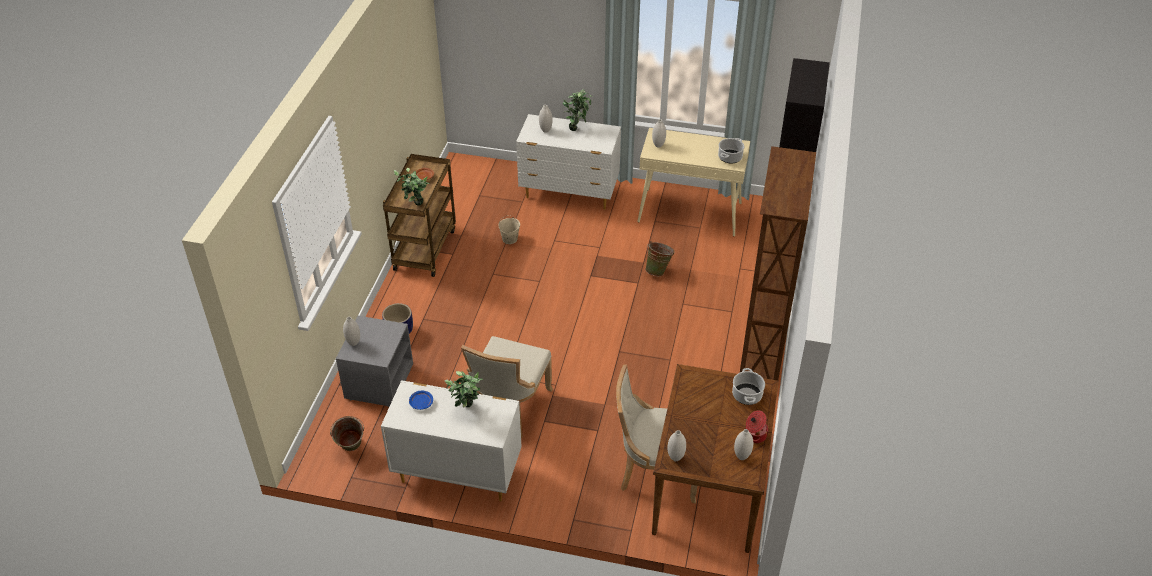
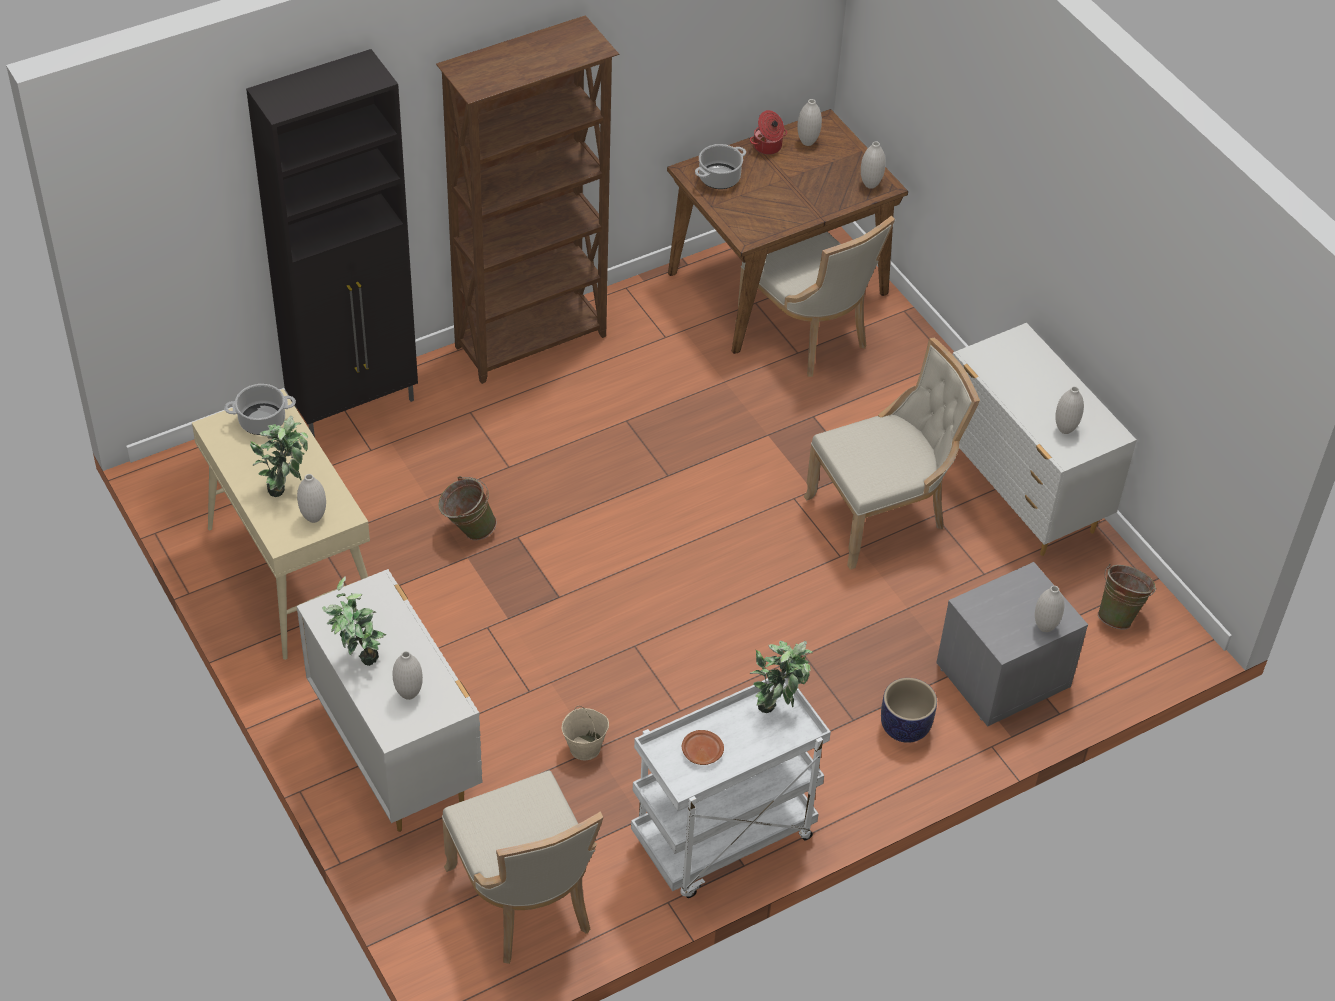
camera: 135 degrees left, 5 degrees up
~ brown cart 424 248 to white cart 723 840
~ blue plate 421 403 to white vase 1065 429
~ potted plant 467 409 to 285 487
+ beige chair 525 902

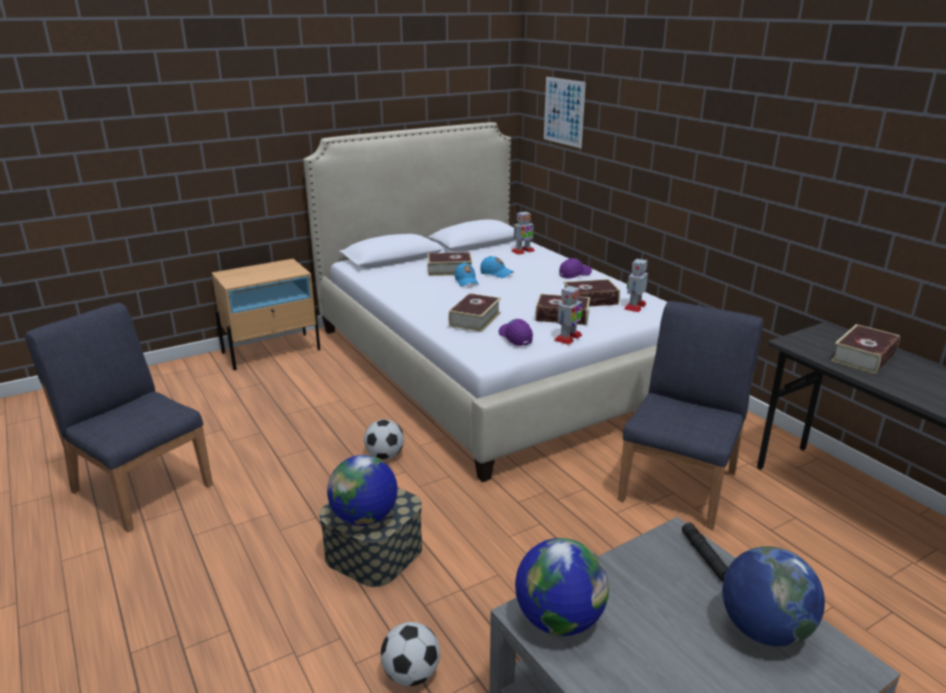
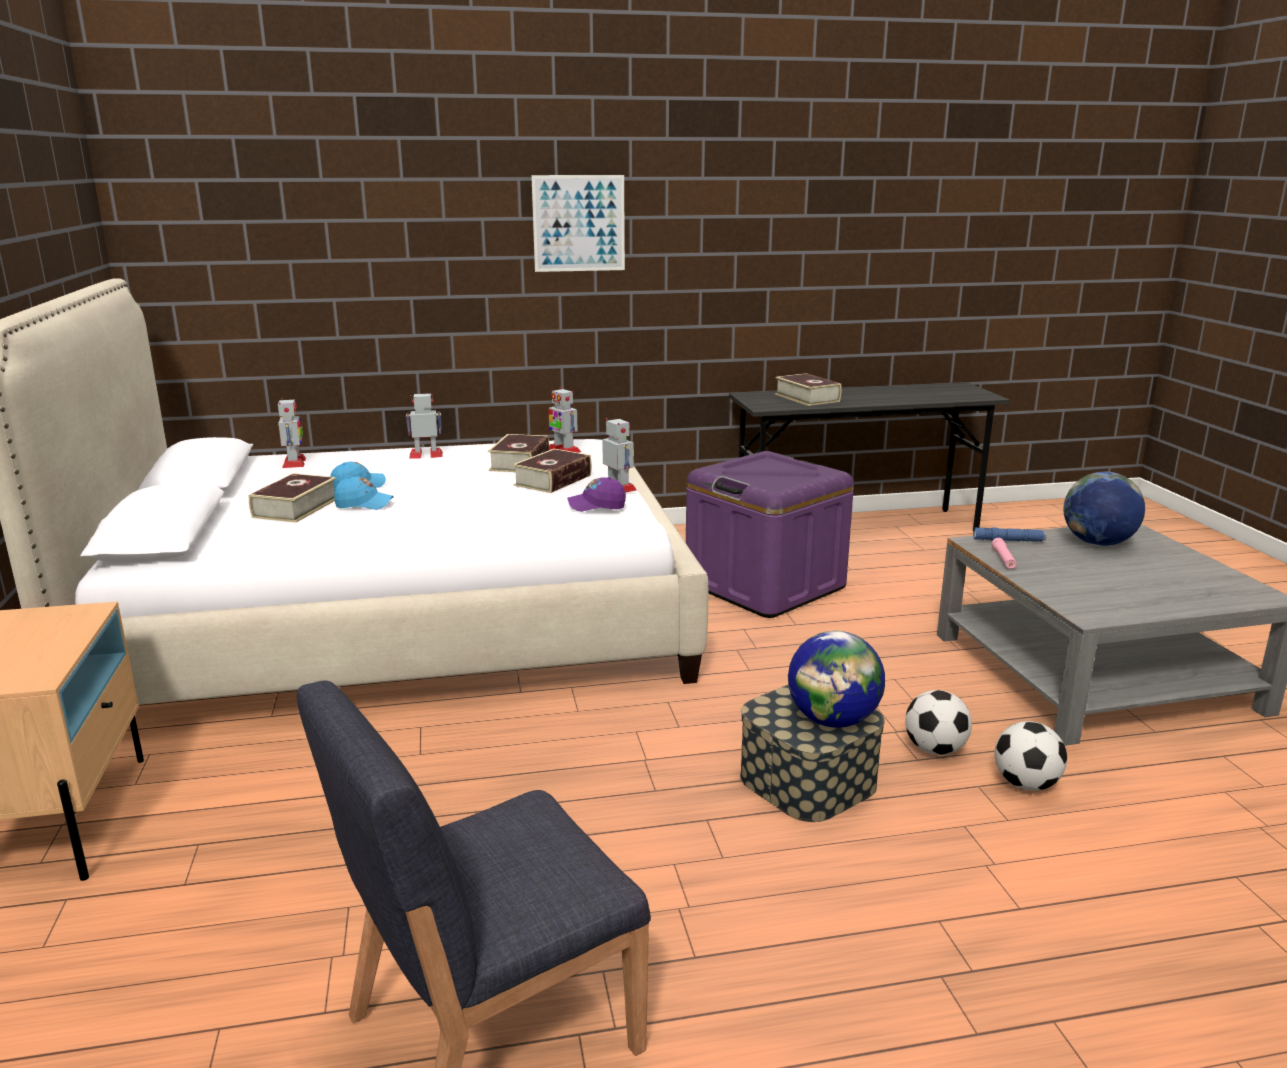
camera: 70 degrees left, 5 degrees down
~ football 385 456 to 935 749
- book 475 319
- globe 559 620
~ picture 563 111 to 579 223
~ purple cap 574 274 to toy robot 426 455
~ blue chair 679 485 to purple storage box 765 585
~ black flashlight 705 557 to blue flashlight 1008 540
+ pink flashlight 1003 559

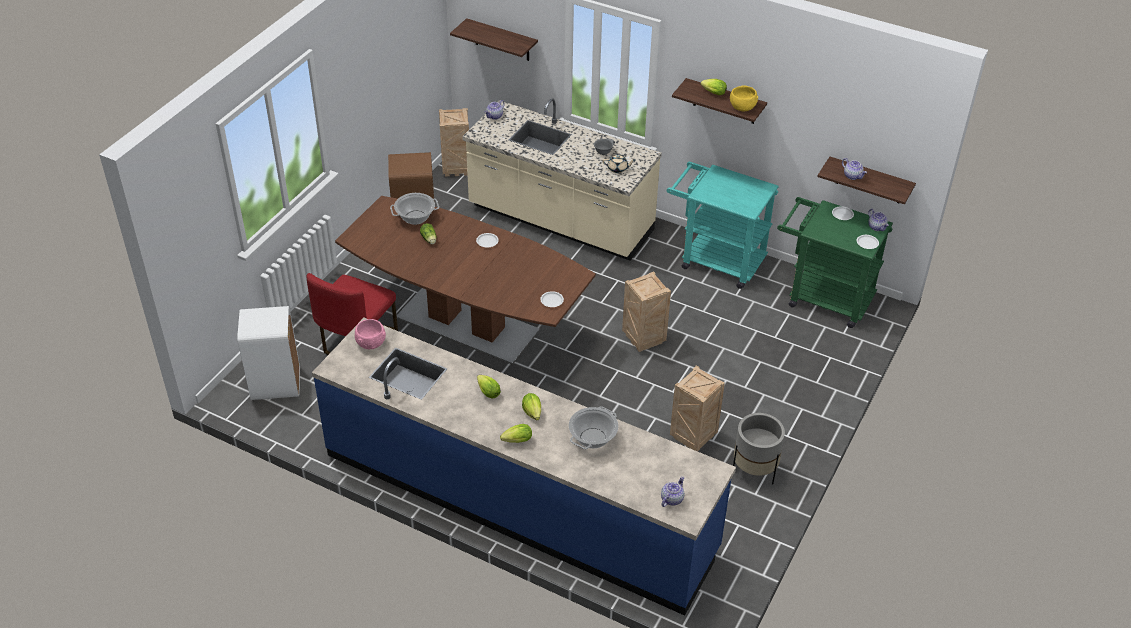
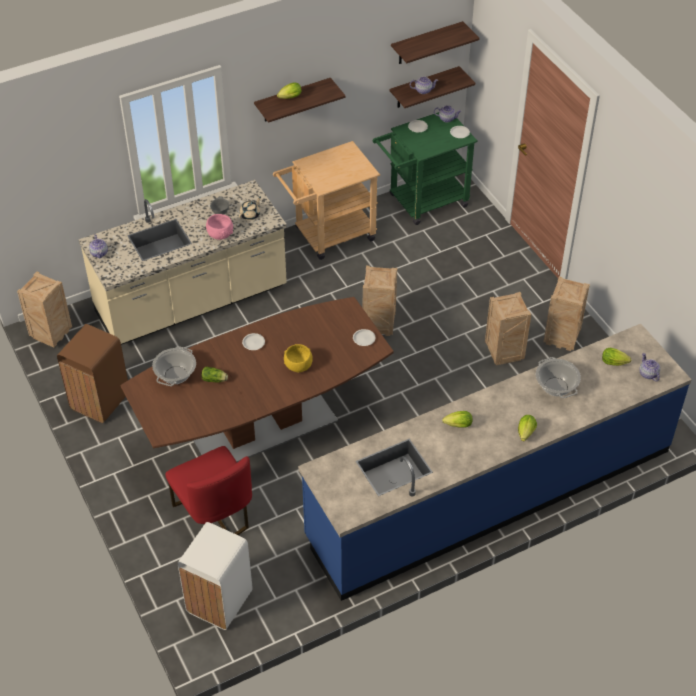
camera: 55 degrees left, 5 degrees up
~ pink bowl 371 342 to 220 234
~ shelf 502 40 to 426 43
~ lettuce 533 414 to 615 363
~ turquoise cart 715 260 to beige cart 328 236
~ yellow bowl 742 107 to 298 366
~ grey planter 754 470 to crate 562 338

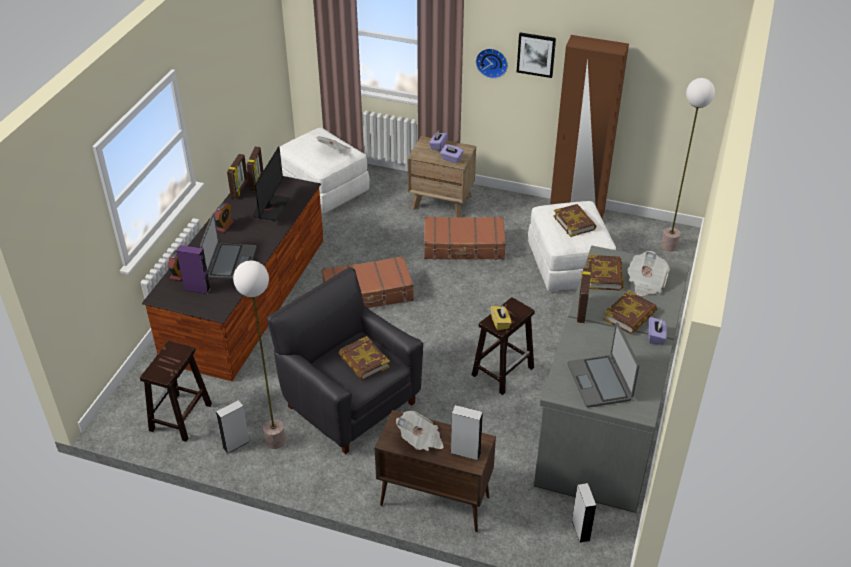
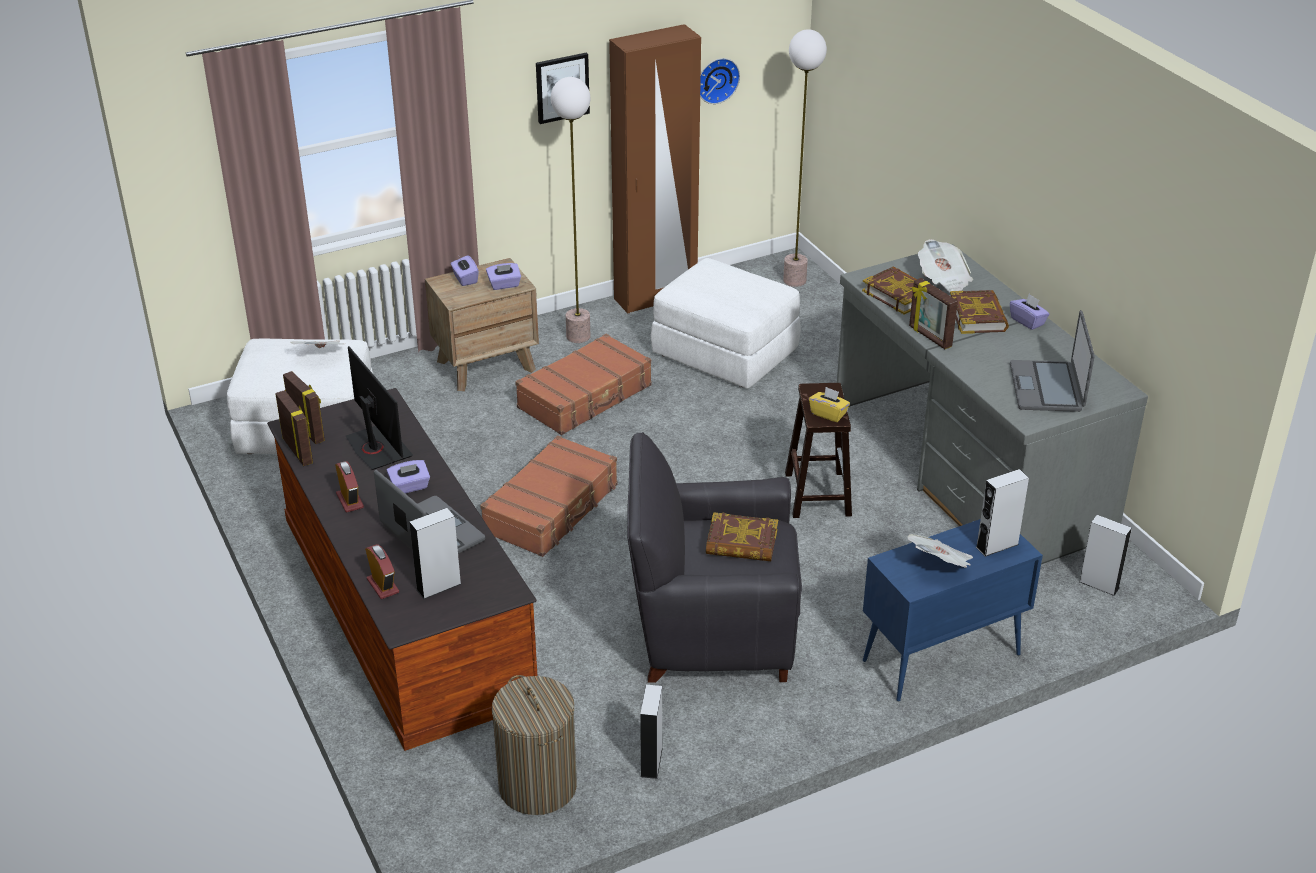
camera: 45 degrees left, 5 degrees down
~ brown stool 180 418 to laundry basket 538 786
~ purple speaker 197 289 to grey speaker 439 586
~ floor lamp 275 441 to 578 336
~ brown cabinet 433 501 to blue cabinet 940 658
~ wall clock 492 62 to 716 79
- book 574 223
~ laptop 600 382 = 1047 387 60 degrees clockwise
+ purple tissue box 410 487

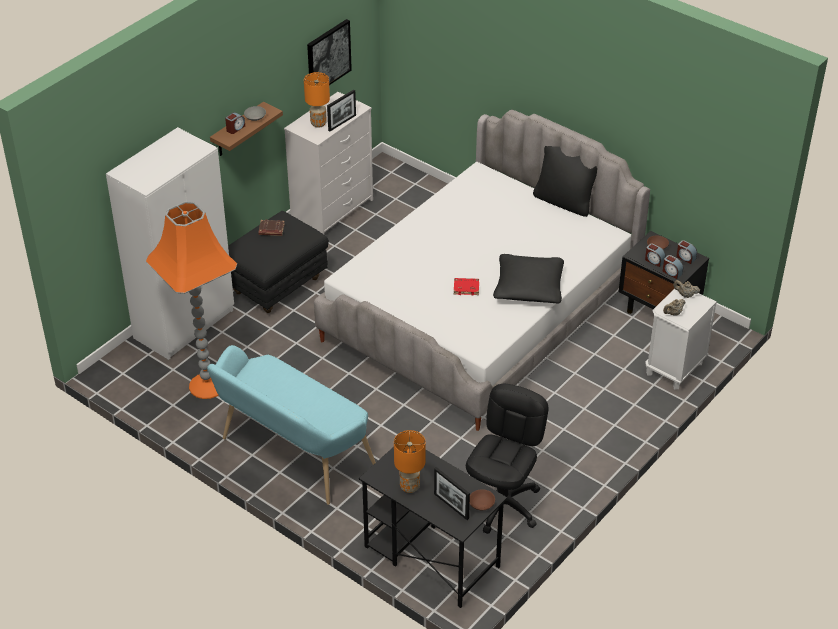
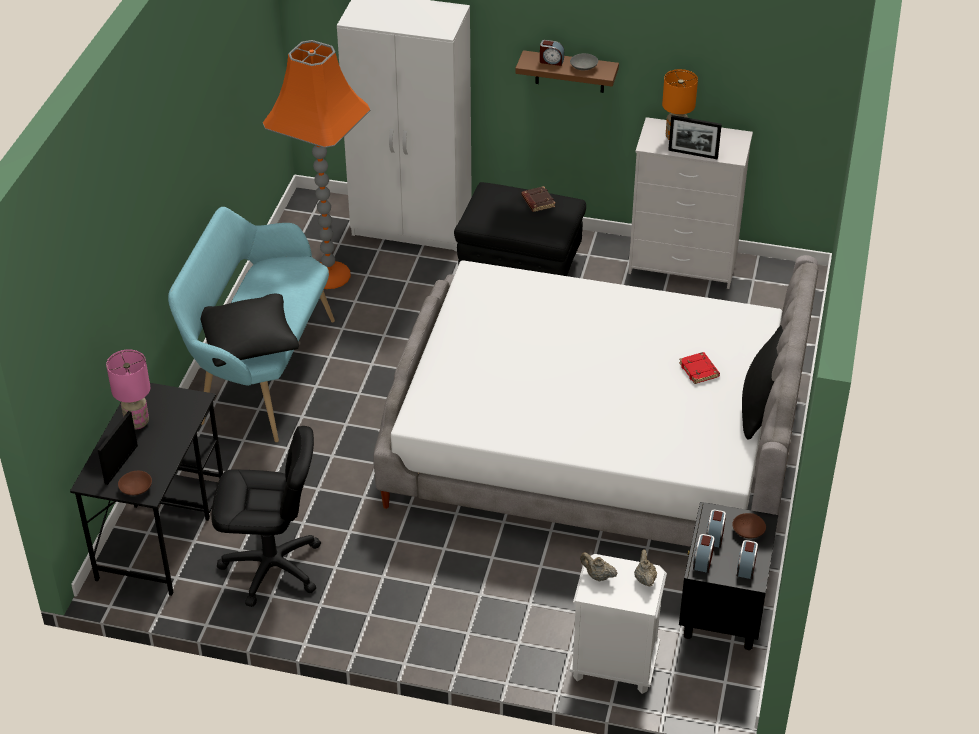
camera: 65 degrees right, 0 degrees up
- picture 328 56
~ orange table lamp 409 486 to pink table lamp 137 422
~ red book 466 288 to 699 370
~ black pillow 529 287 to 250 341

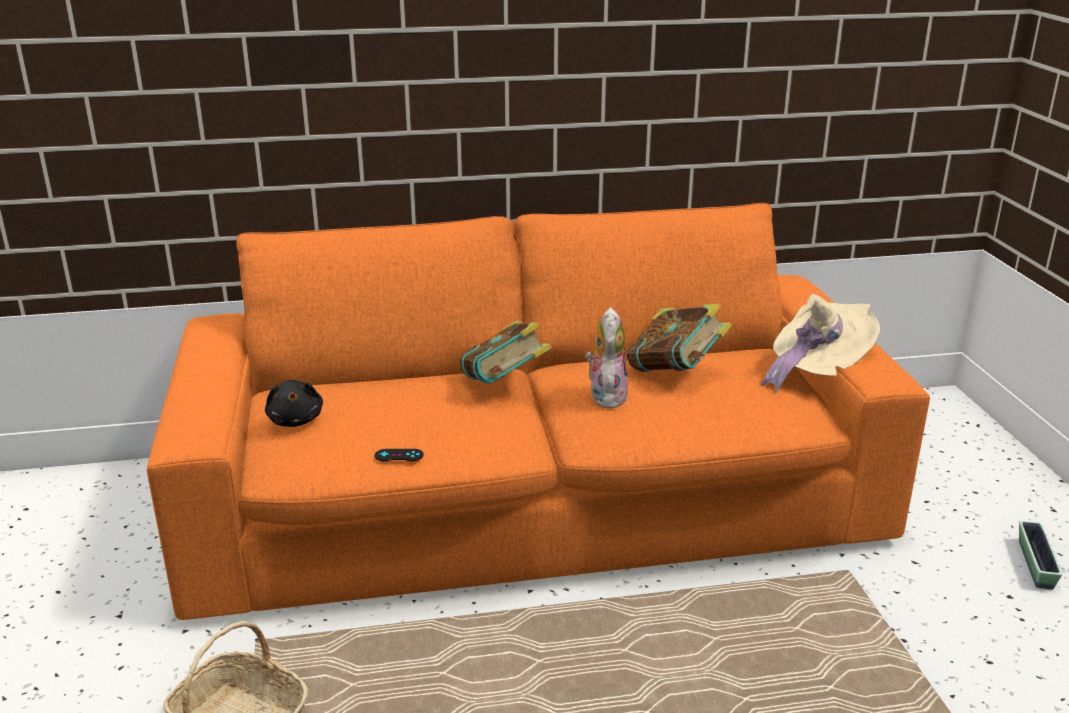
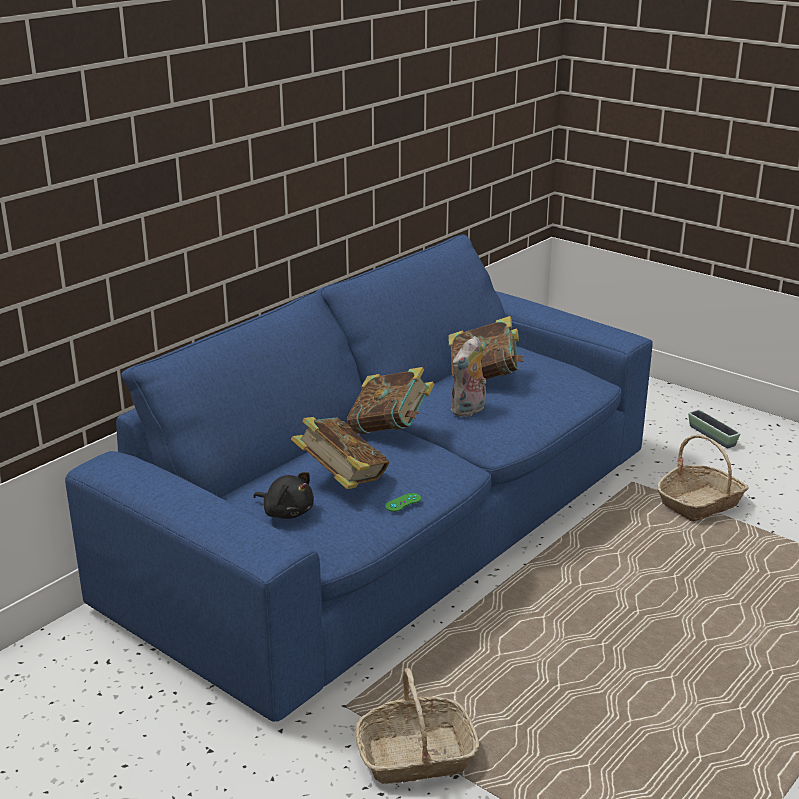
camera: 40 degrees left, 0 degrees up
~ orange sofa 534 503 to blue sofa 397 527
~ black game controller 399 455 to green game controller 403 502
~ plush toy 605 396 = 469 411 105 degrees counterclockwise
- beige hat 815 371
+ book 341 481
+ basket 700 503

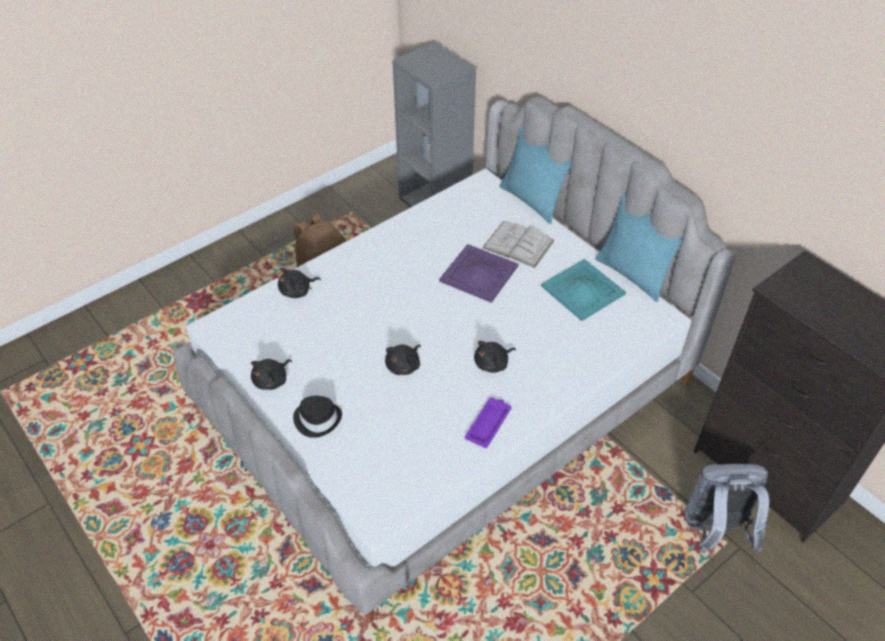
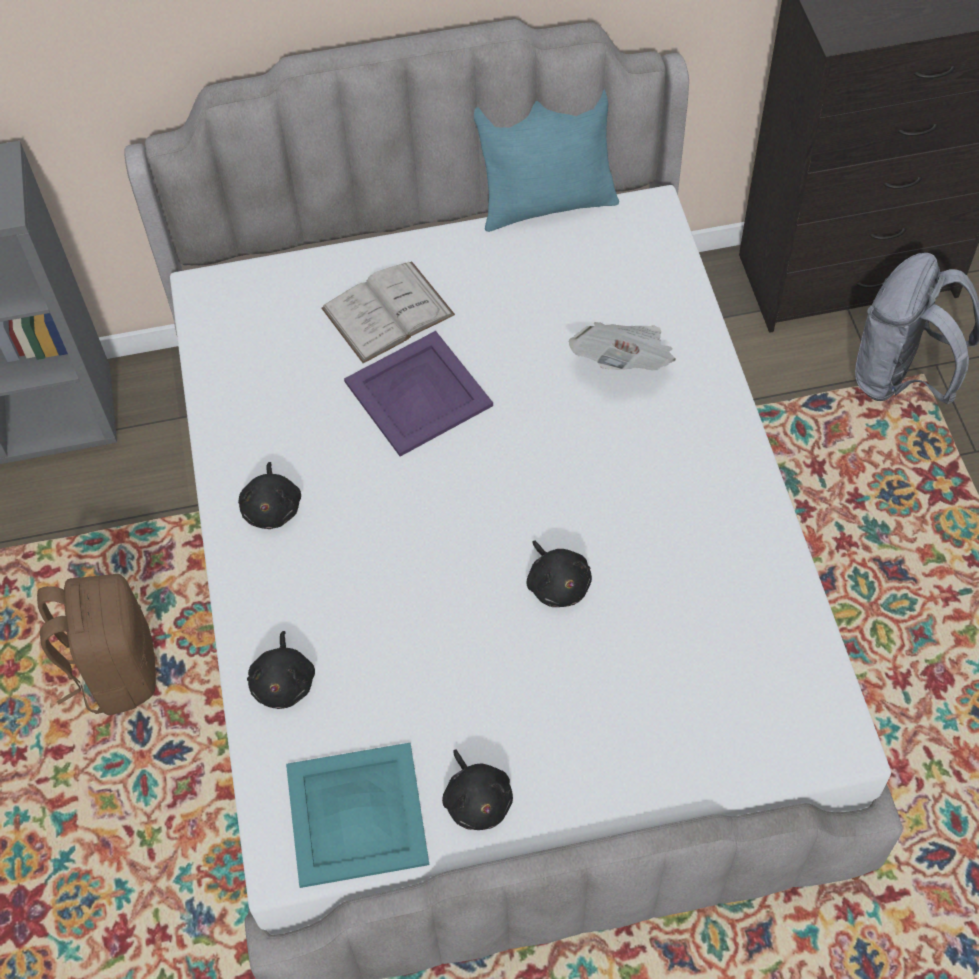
camera: 60 degrees left, 10 degrees up
- black hat 318 419
- purple tray 488 424
~ black plush toy 493 364 to 272 507
- turquoise pillow 532 201
~ turquoise tray 583 290 to 358 815
+ newspaper 624 363

